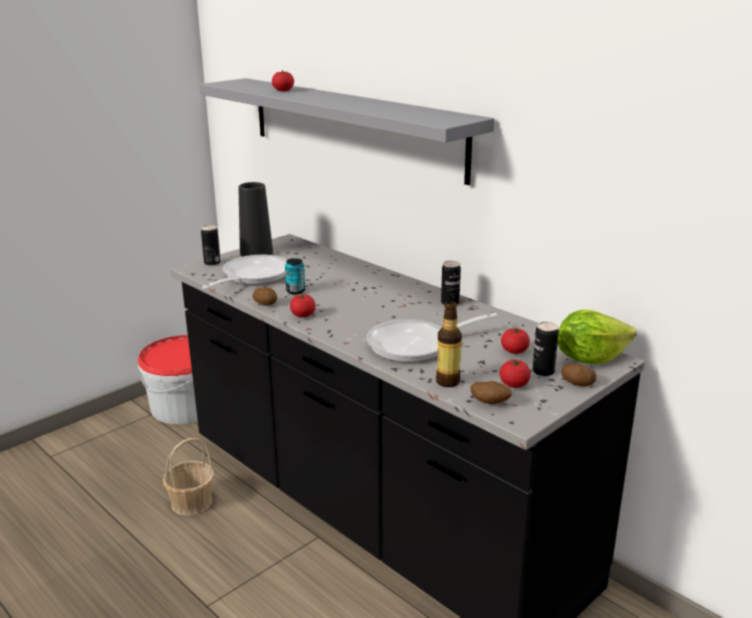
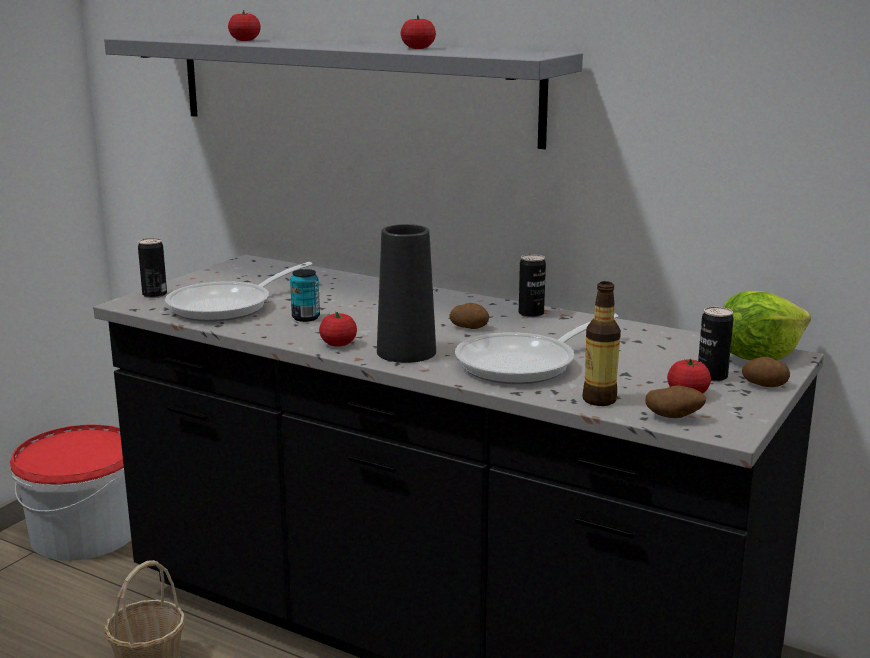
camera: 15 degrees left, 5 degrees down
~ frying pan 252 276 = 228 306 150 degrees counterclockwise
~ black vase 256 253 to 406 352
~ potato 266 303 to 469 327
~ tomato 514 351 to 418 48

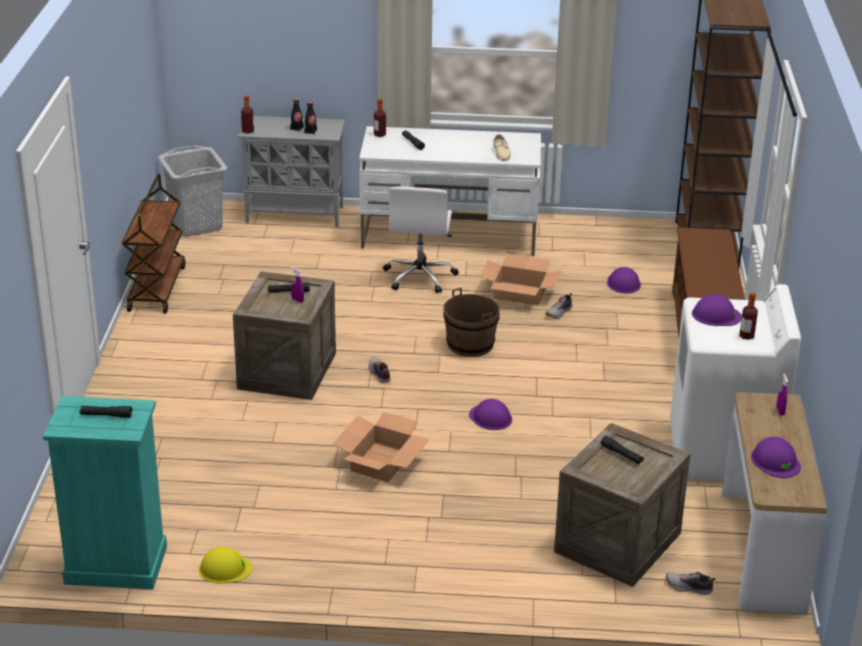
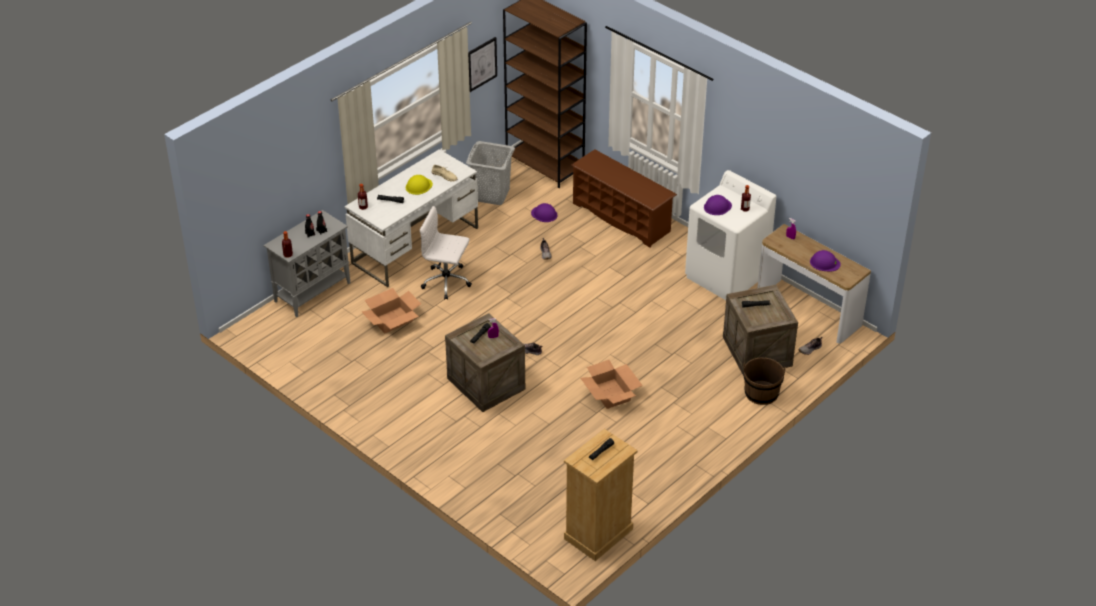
camera: 50 degrees left, 10 degrees up
~ turquoise dresser 115 565 to beige dresser 598 534
- brown cart 156 288
~ grey laundry basket 197 224 to 491 194
~ yellow hard hat 225 568 to 418 186
~ white office chair 420 276 = 447 282 150 degrees clockwise
~ brown bucket 470 344 to 761 393
- purple hard hat 490 417
~ cardboard box 519 293 to 392 320
+ picture 481 64

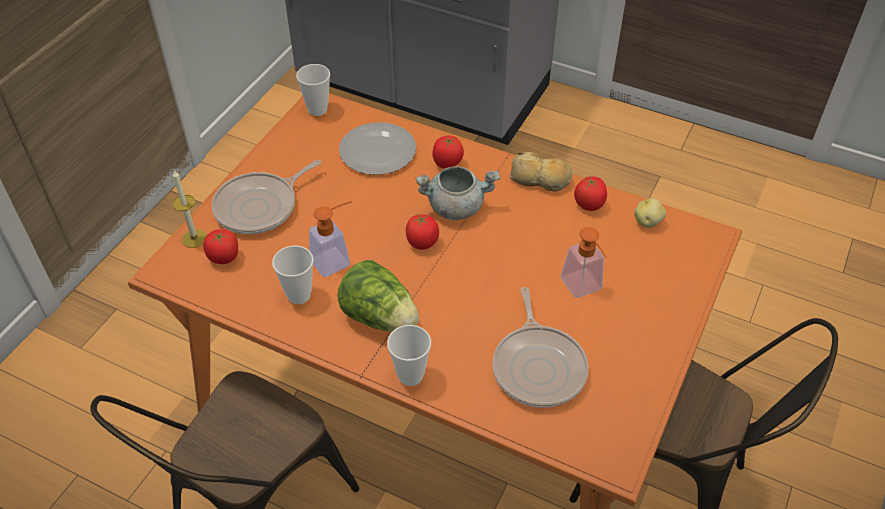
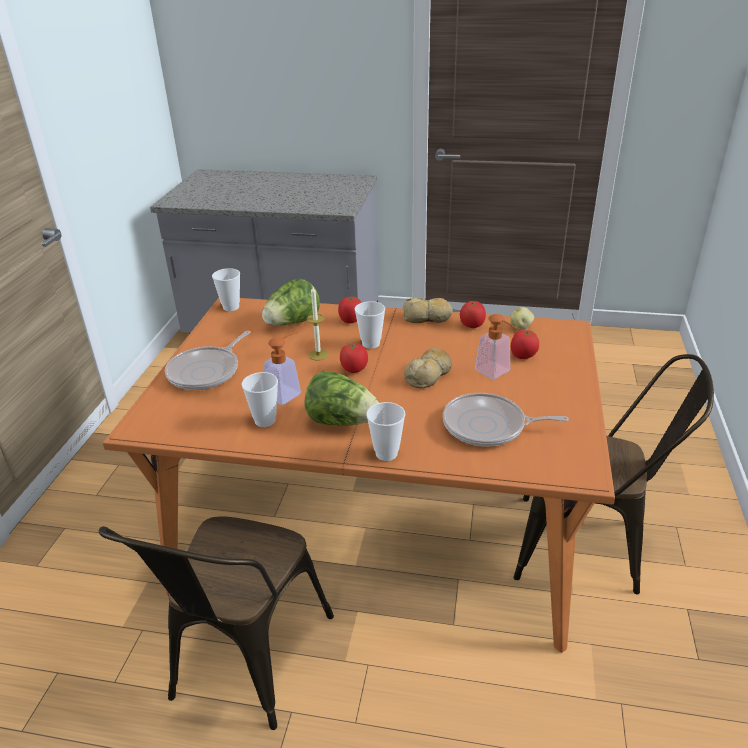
camera: 15 degrees left, 15 degrees down
~ candle 194 238 to 318 355
~ tomato 223 257 to 523 356
~ plate 379 151 to lettuce 292 323
~ grey cooking pot 456 206 to cup 371 344
~ frying pan 538 366 = 488 426 120 degrees clockwise
+ bread 429 375

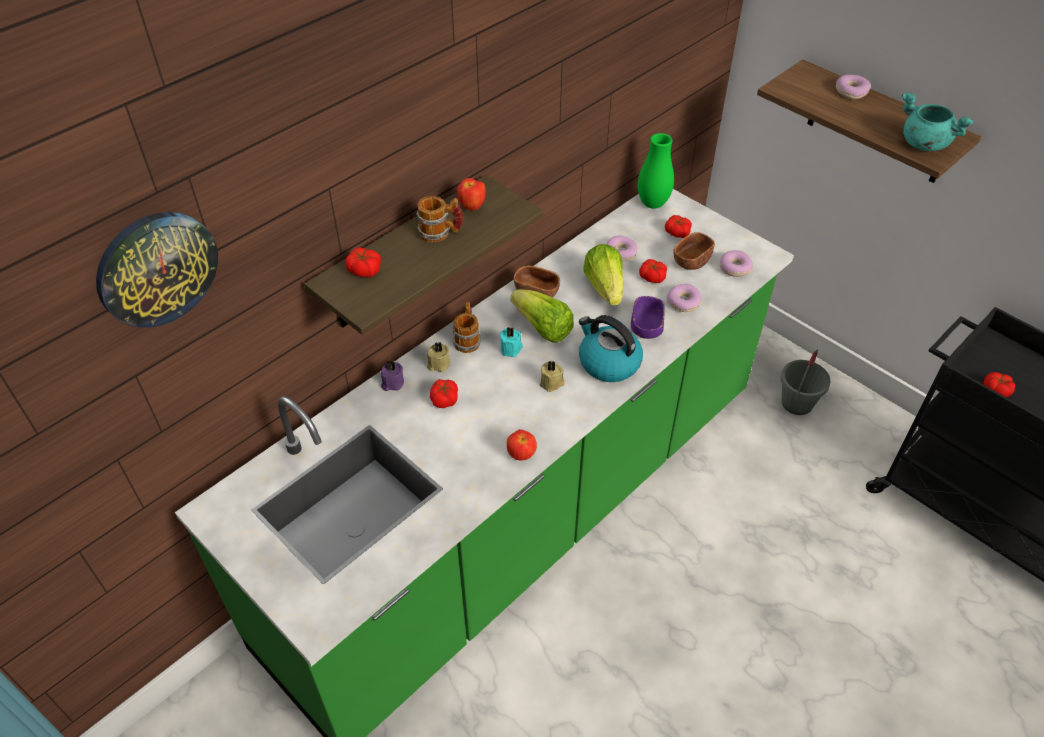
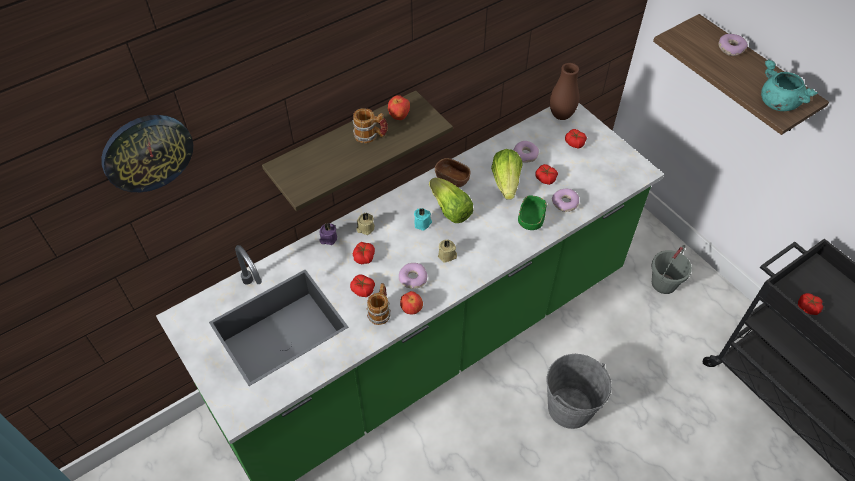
camera: 10 degrees right, 5 degrees up
~ tomato 364 270 to 362 289
~ mug 467 339 to 380 311
- kettle 608 363
~ purple bowl 646 327 to green bowl 530 220
~ green vase 653 204 to brown vase 561 115
- brown bowl 691 261
~ donut 734 268 to 412 278
+ grey bucket 570 407

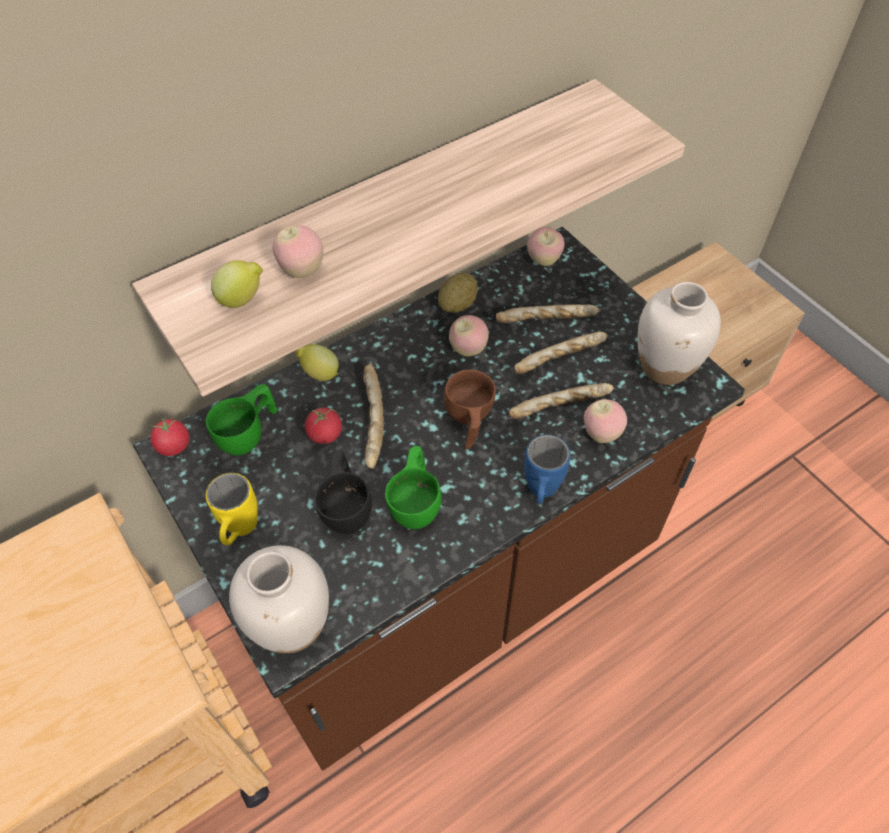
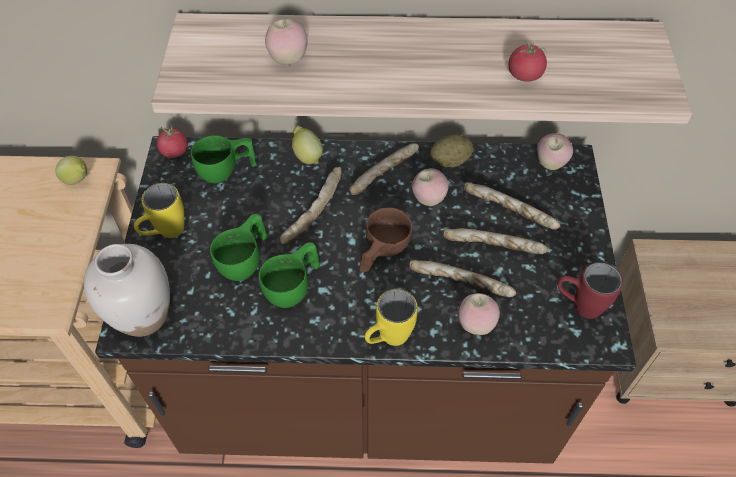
camera: 35 degrees right, 0 degrees up
~ lemon 243 299 to 78 180
~ tomato 325 434 to 524 75
~ black cup 348 506 to green cup 246 260
~ blue mug 541 494 to yellow mug 387 339
~ white vase 665 367 to red mug 578 305
+ bread 385 175

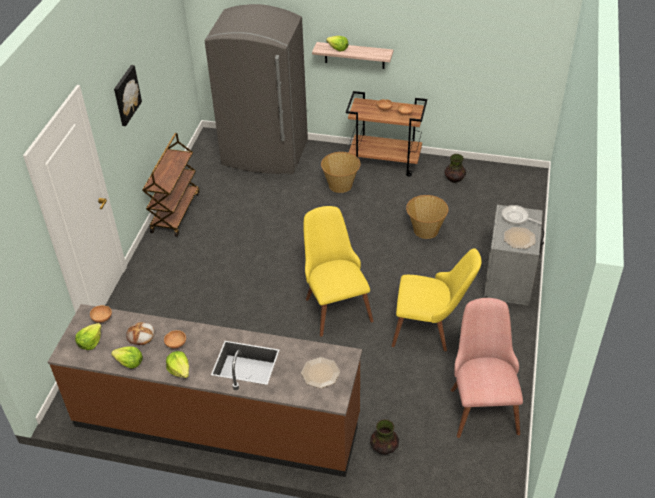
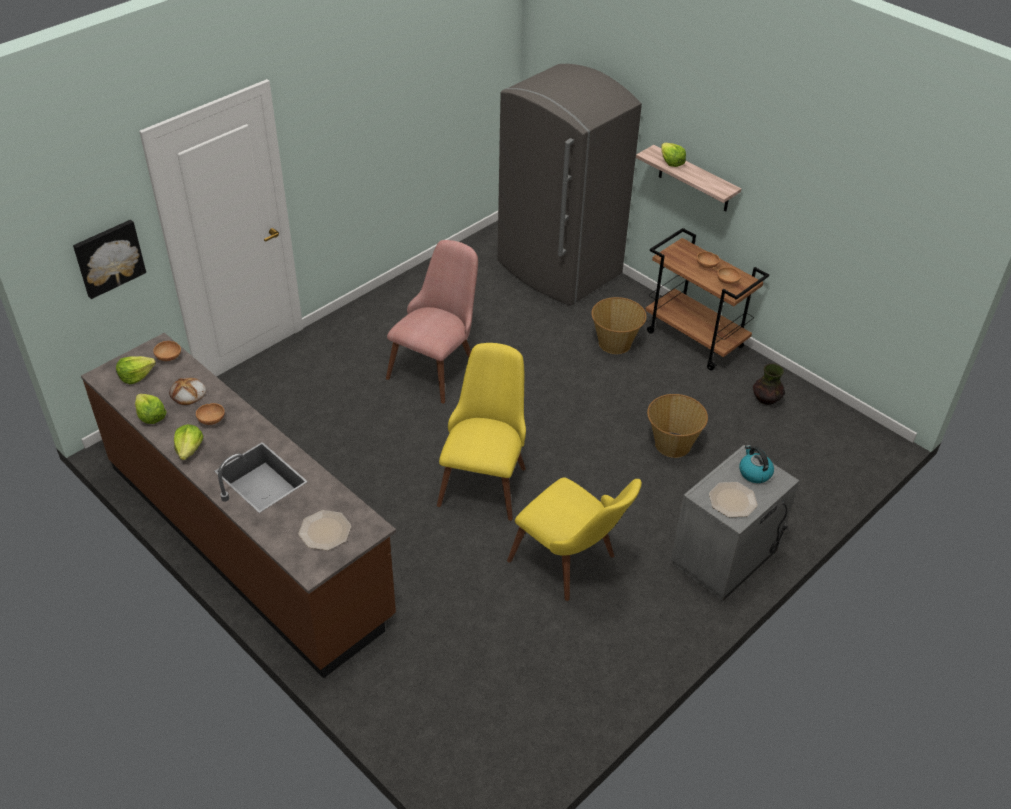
camera: 30 degrees right, 0 degrees up
~ picture 126 95 to 108 257
- brown cart 175 212
- vase 384 447
~ pink chair 481 402 to 438 365
~ frying pan 516 217 to kettle 754 472

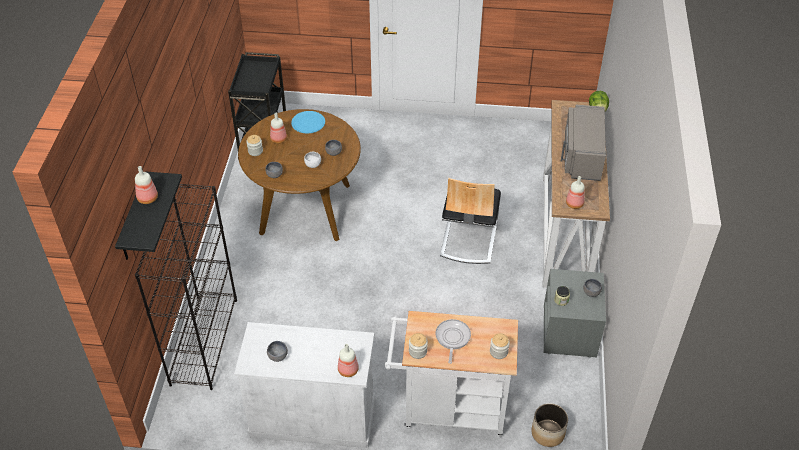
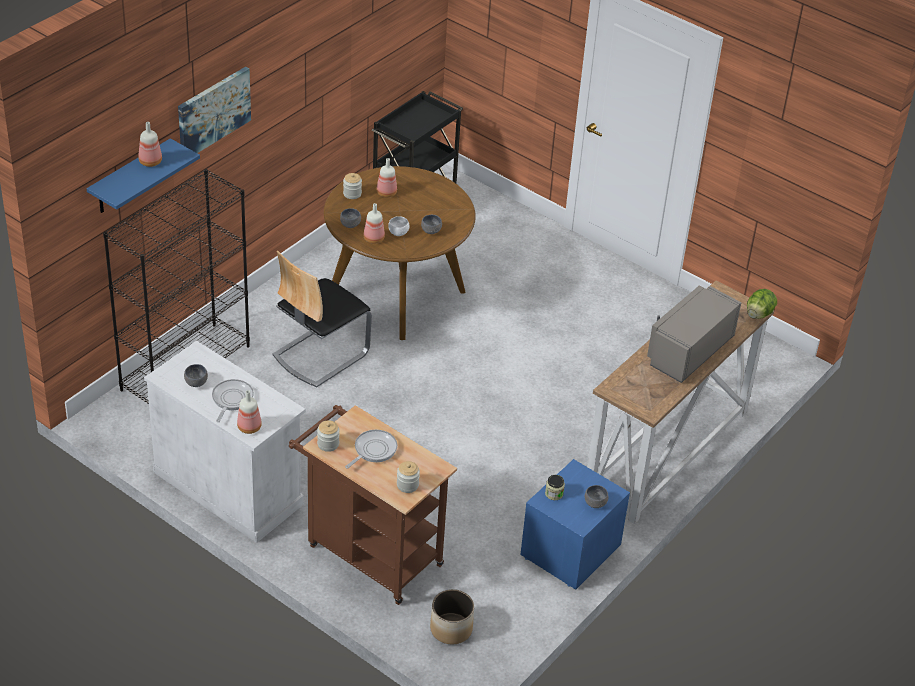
camera: 30 degrees right, 5 degrees down
~ black shelf 134 219 to blue shelf 130 178
- blue plate 308 123
~ white cart 448 409 to brown cart 368 552
~ chair 468 239 to 320 354
~ grey nightstand 570 332 to blue nightstand 571 551
~ bottle 575 204 to 374 239
+ picture 213 112
+ frying pan 231 399

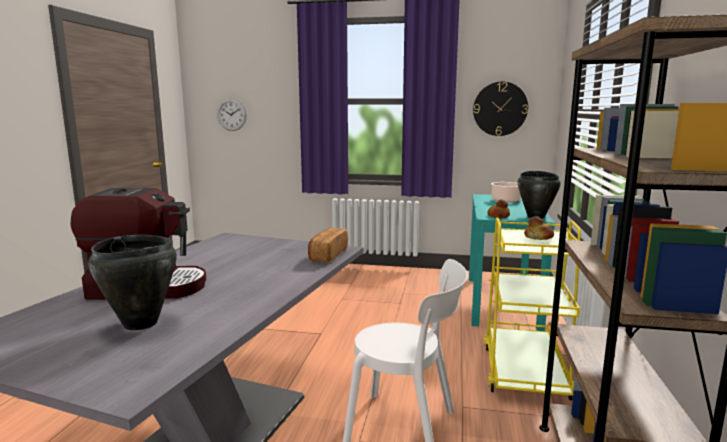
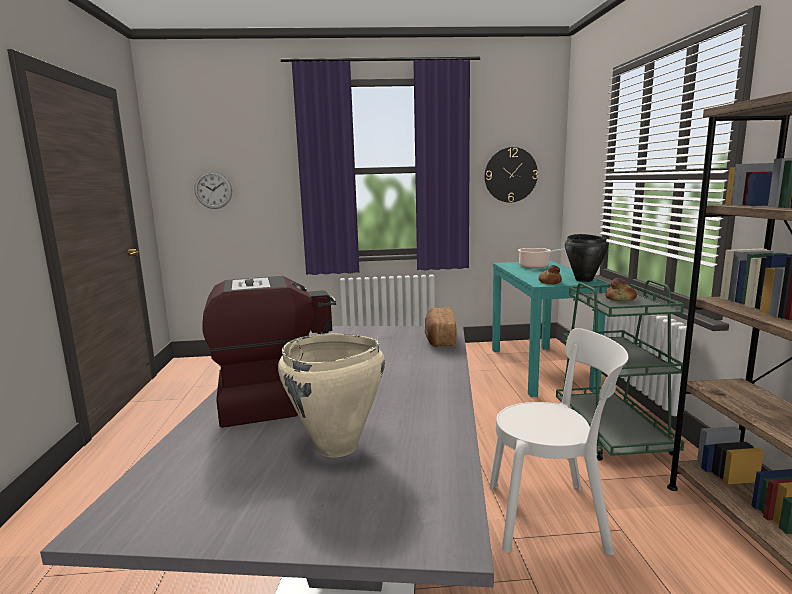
camera: 15 degrees left, 0 degrees up
~ black cooking pot 140 324 to beige cooking pot 337 447
~ yellow cart 524 370 to green cart 611 434

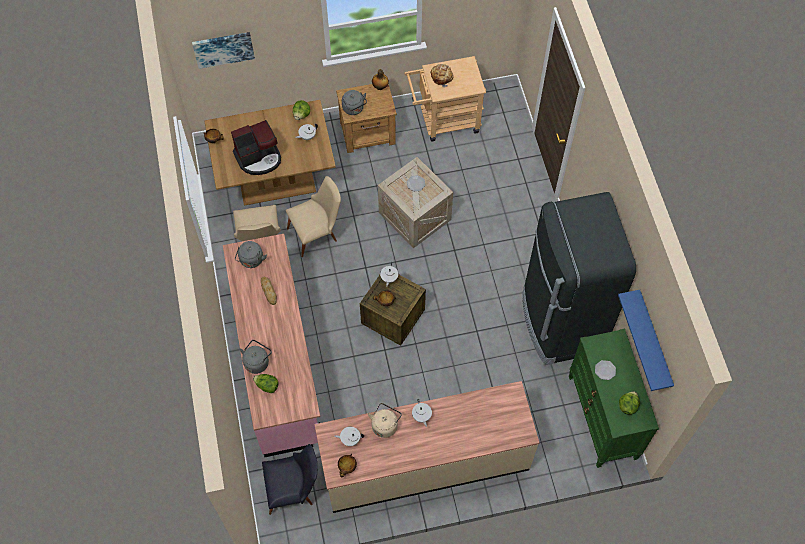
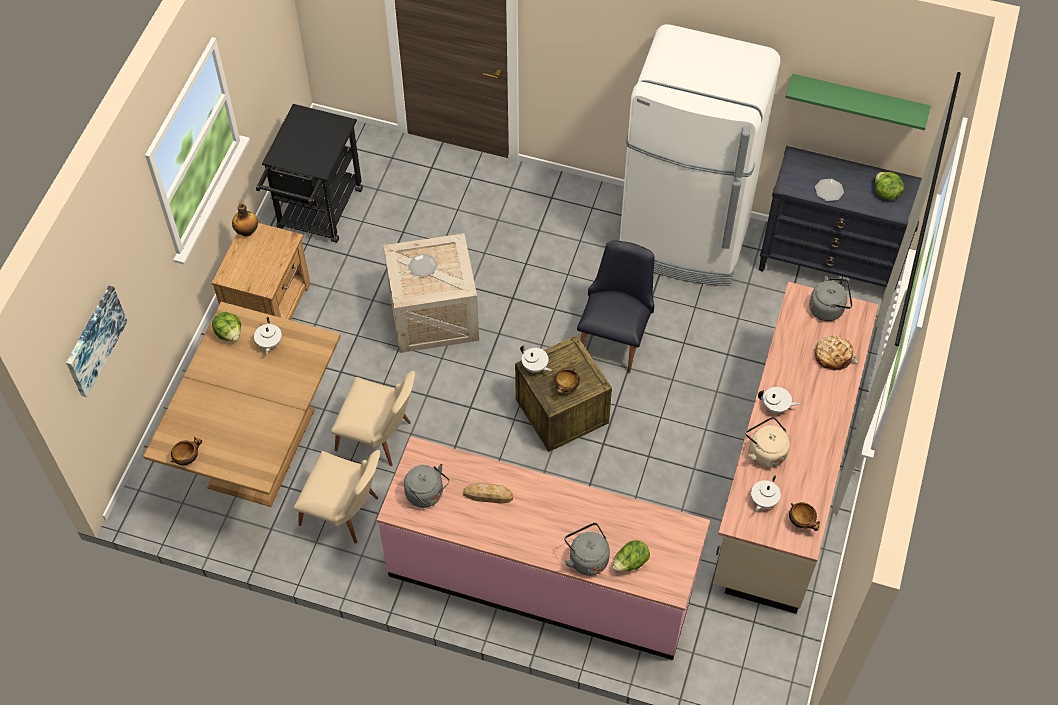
camera: 60 degrees left, 5 degrees down
- coffee machine 259 158
~ black chair 294 490 to 615 336
~ beige chair 317 234 = 380 438 105 degrees clockwise
~ grey kettle 354 109 to 828 308
~ beige cart 444 121 to black cart 317 214
~ bread 442 77 to 833 356
~ black fridge 560 323 to white fridge 684 241
~ green dresser 602 417 to black dresser 830 265
~ blue shelf 654 341 to green shelf 858 100

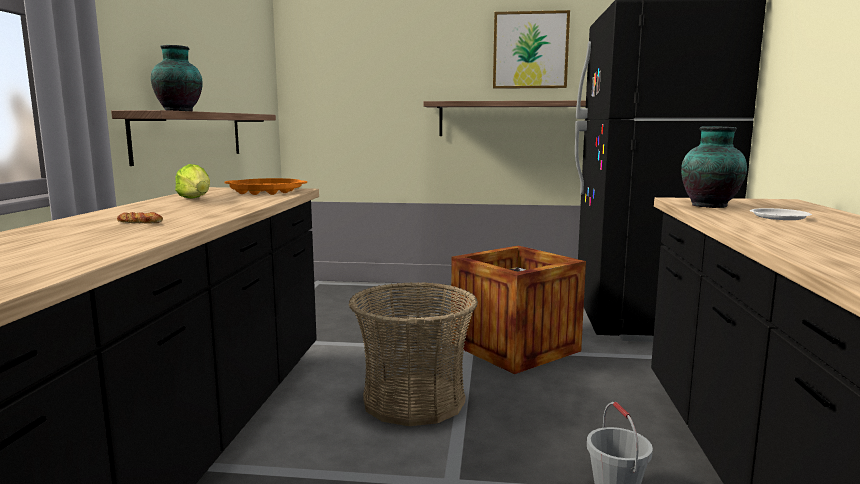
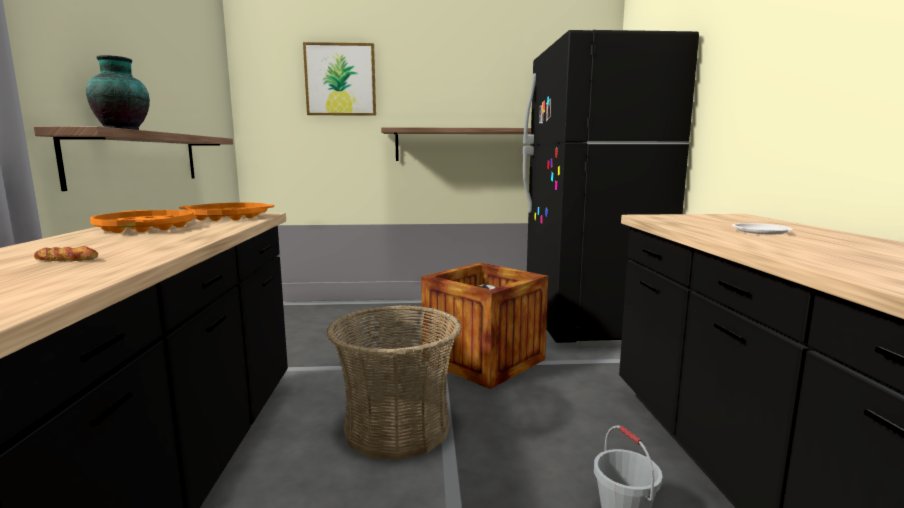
camera: 10 degrees left, 0 degrees up
~ lettuce 196 199 to orange tray 145 228
~ picture 530 50 to 340 80
- vase 711 206

